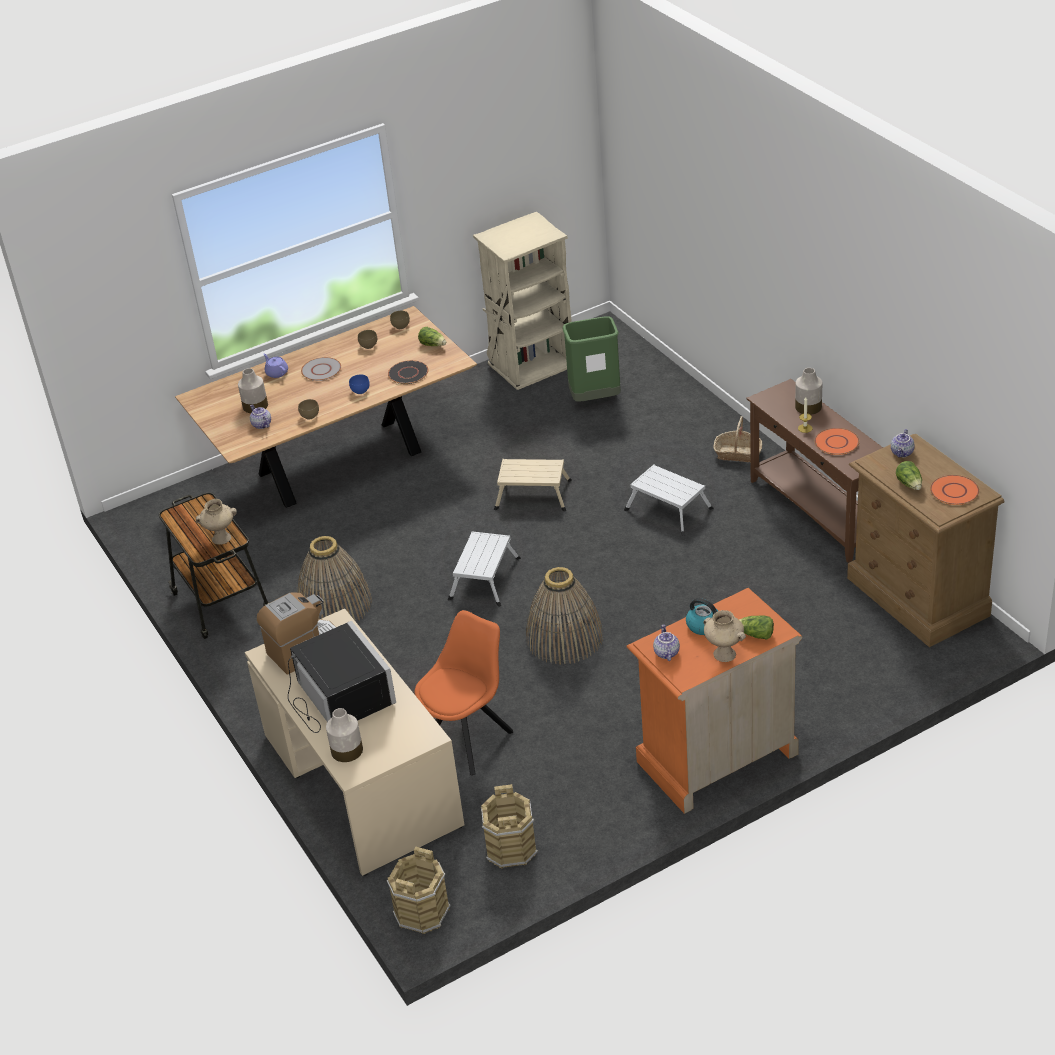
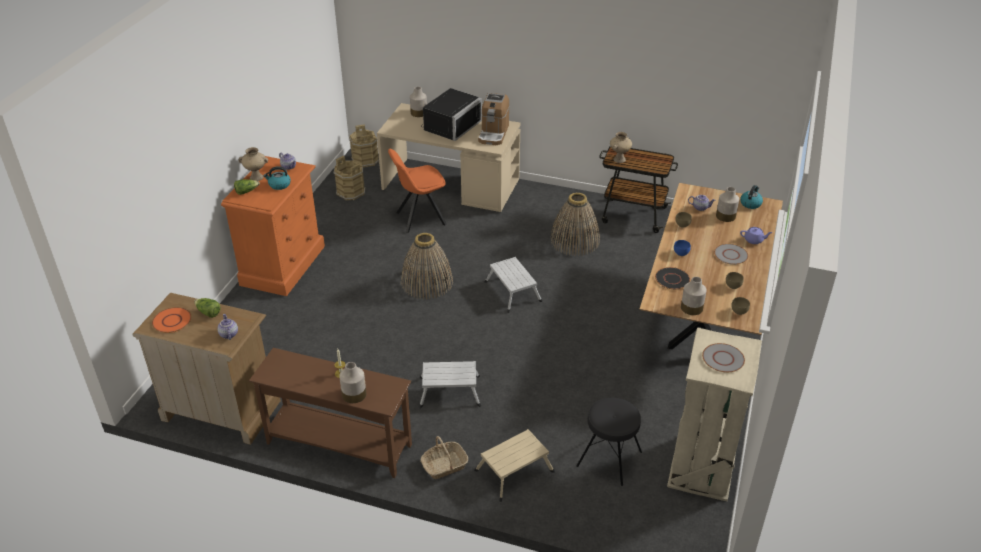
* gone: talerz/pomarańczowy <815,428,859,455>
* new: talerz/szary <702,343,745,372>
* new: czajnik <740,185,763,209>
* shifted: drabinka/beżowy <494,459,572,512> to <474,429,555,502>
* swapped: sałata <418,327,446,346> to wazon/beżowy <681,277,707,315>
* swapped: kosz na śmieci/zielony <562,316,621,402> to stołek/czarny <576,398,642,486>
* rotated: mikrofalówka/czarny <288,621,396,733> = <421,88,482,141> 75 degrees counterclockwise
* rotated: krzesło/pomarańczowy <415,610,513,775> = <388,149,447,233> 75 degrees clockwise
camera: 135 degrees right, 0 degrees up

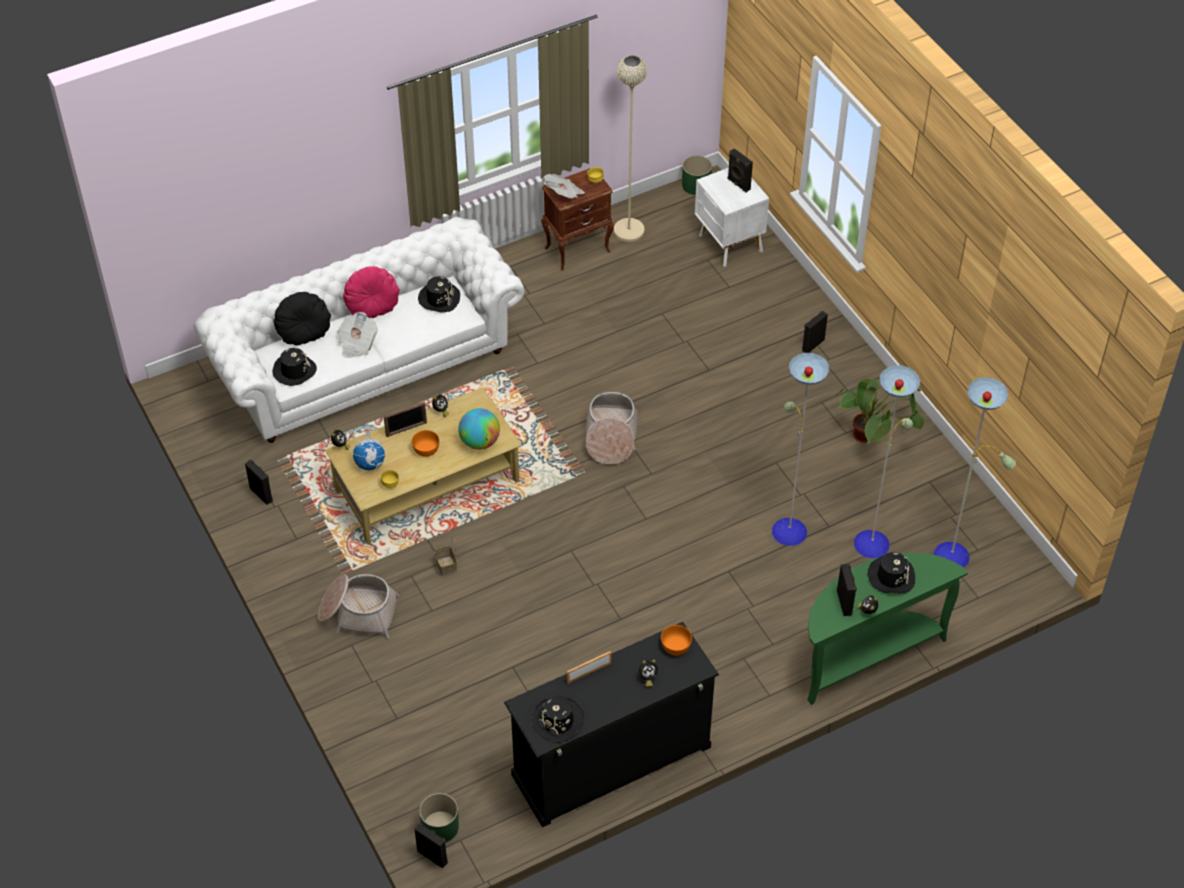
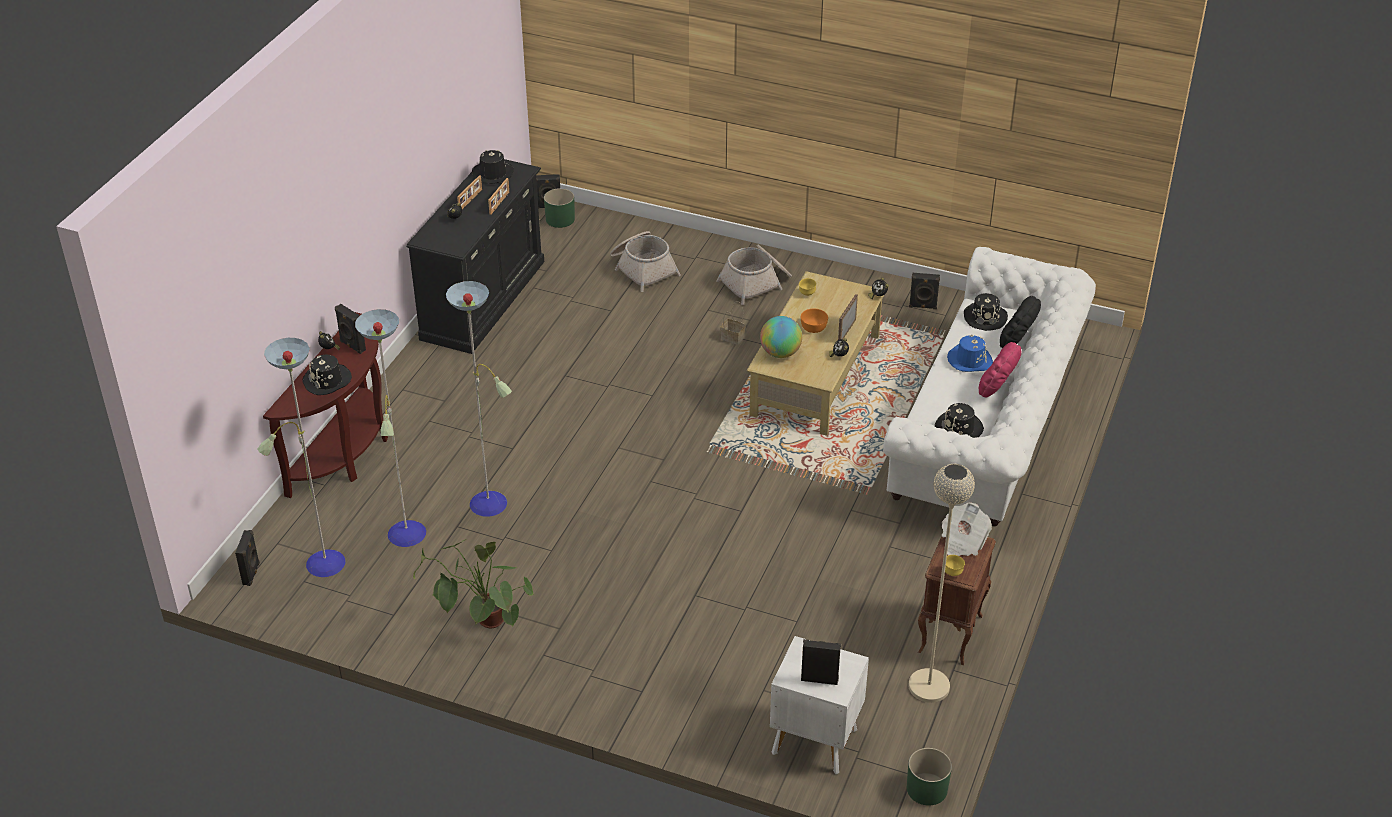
* gone: globus <351,429,387,470>
* gone: miska/pomarańczowy <661,625,692,655>
* new: ramka na zdjęcie <457,175,482,209>
* shifted: koszyk <585,392,638,465> to <610,231,680,292>
* shifted: głośnik/czarny <802,311,828,353> to <235,530,260,586>
* swapped: gazeta <338,312,378,358> to kapelusz/niebieski <947,335,993,372>
* repainted: stolik konsolowy/zielony <807,553,968,705> to stolik konsolowy/brązowy <263,312,388,498>
camera: 140 degrees right, 10 degrees down

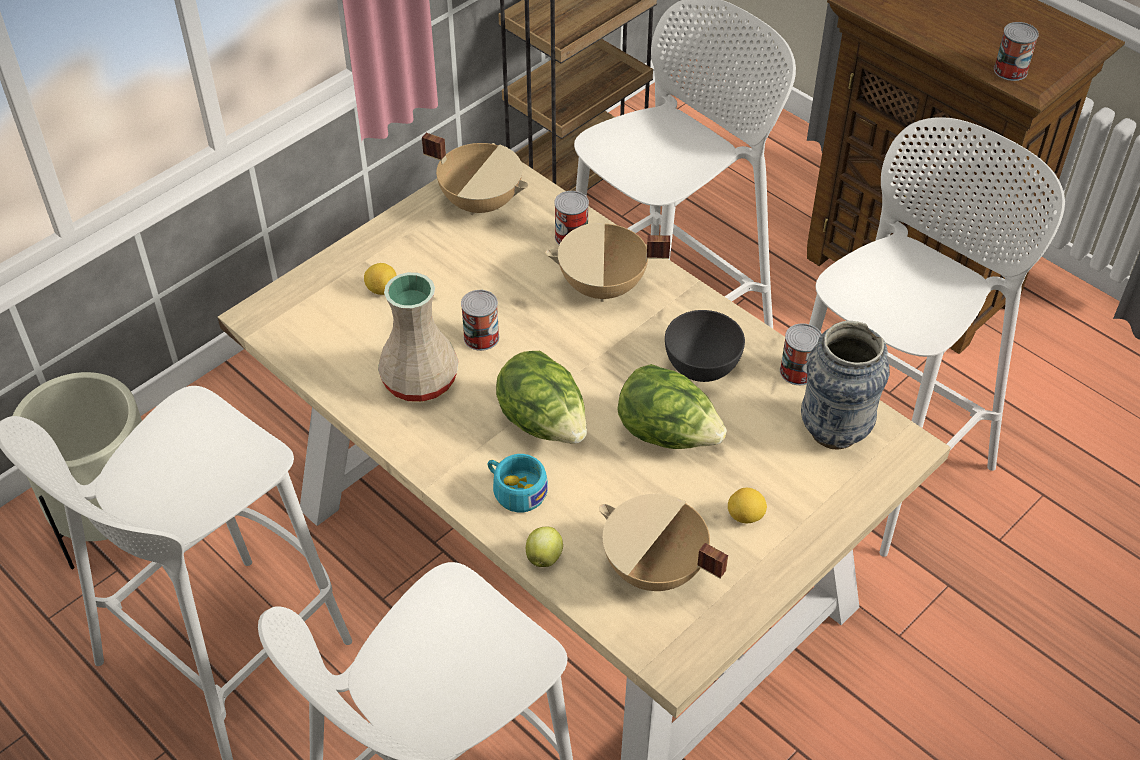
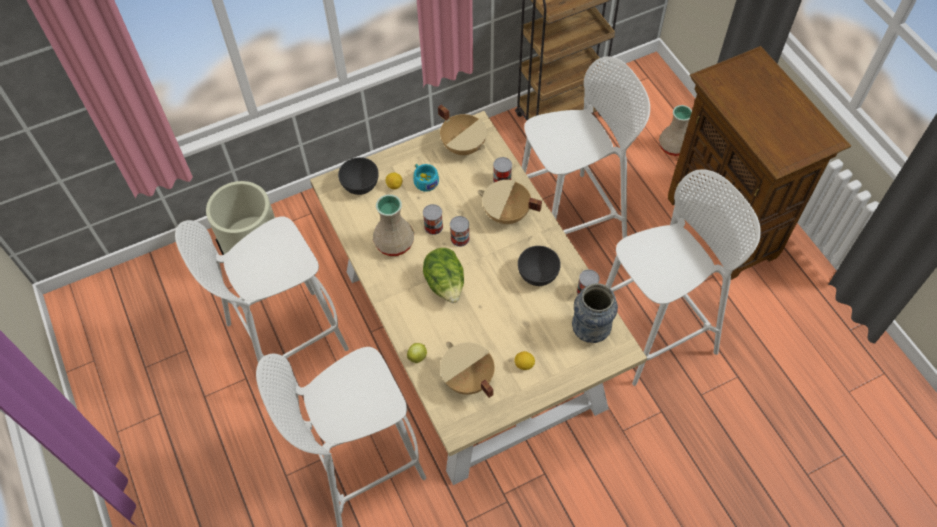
* gone: sałata <618,364,727,449>
* new: miska/szary <338,157,379,195>
* new: wazon/beżowy <659,105,692,156>
* shifted: filiżanka/turkusowy <488,454,548,512> to <413,164,439,192>
* shifted: puszka <994,22,1039,81> to <450,216,470,247>
camera: 20 degrees right, 10 degrees up

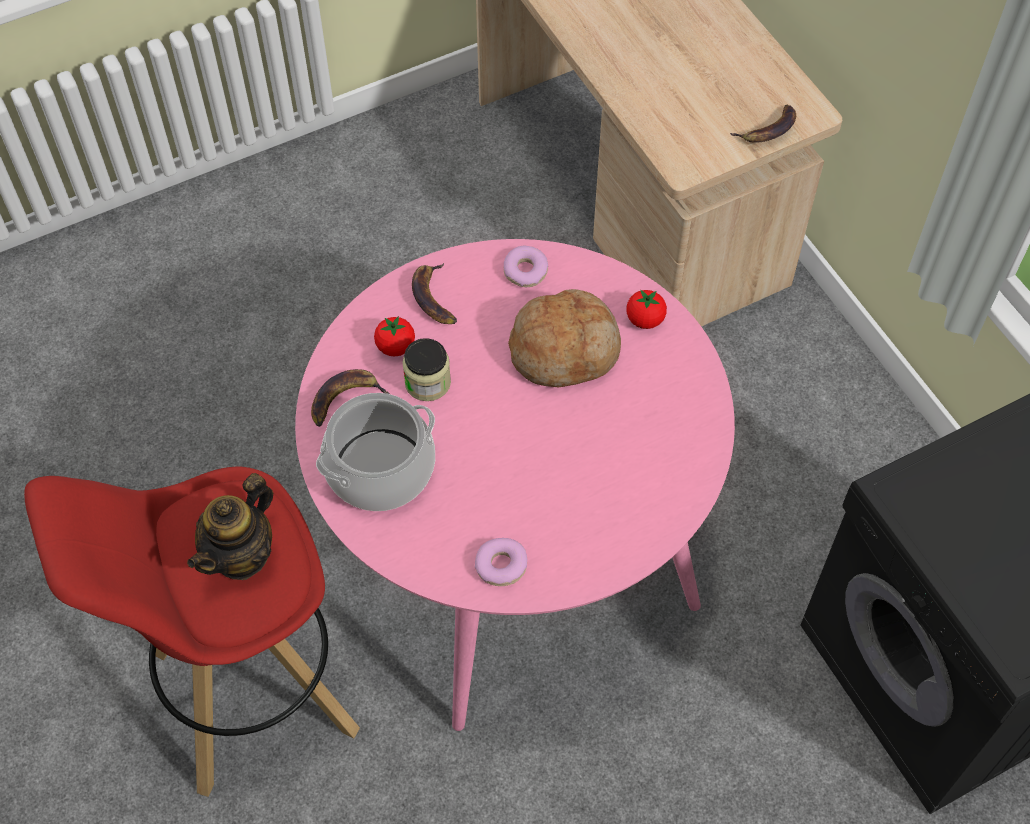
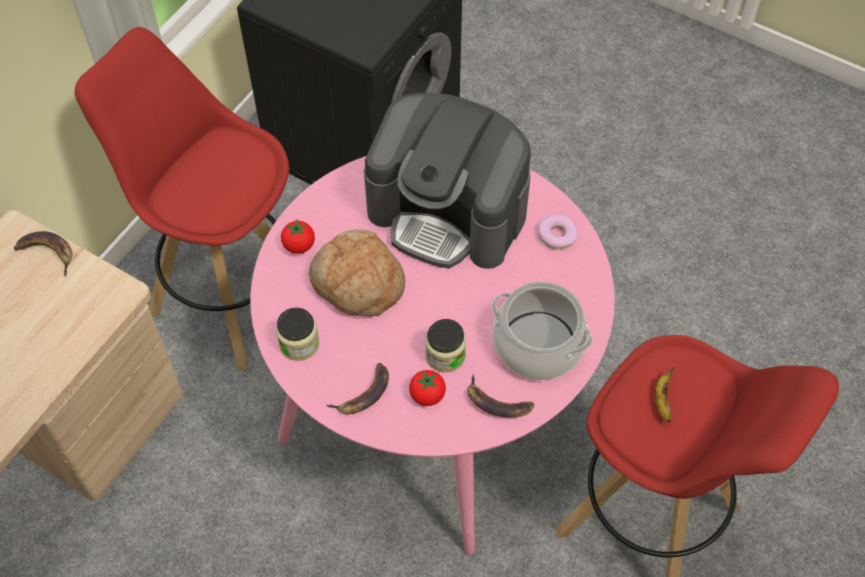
* new: stołek/czerwony <75,27,289,371>
* new: ekspres do kawy <364,93,531,269>
* swapped: imbryk <187,473,273,580> to banan <655,367,675,422>
* swapped: donut <504,246,548,287> to słoik <276,308,319,361>
camera: 120 degrees left, 0 degrees up

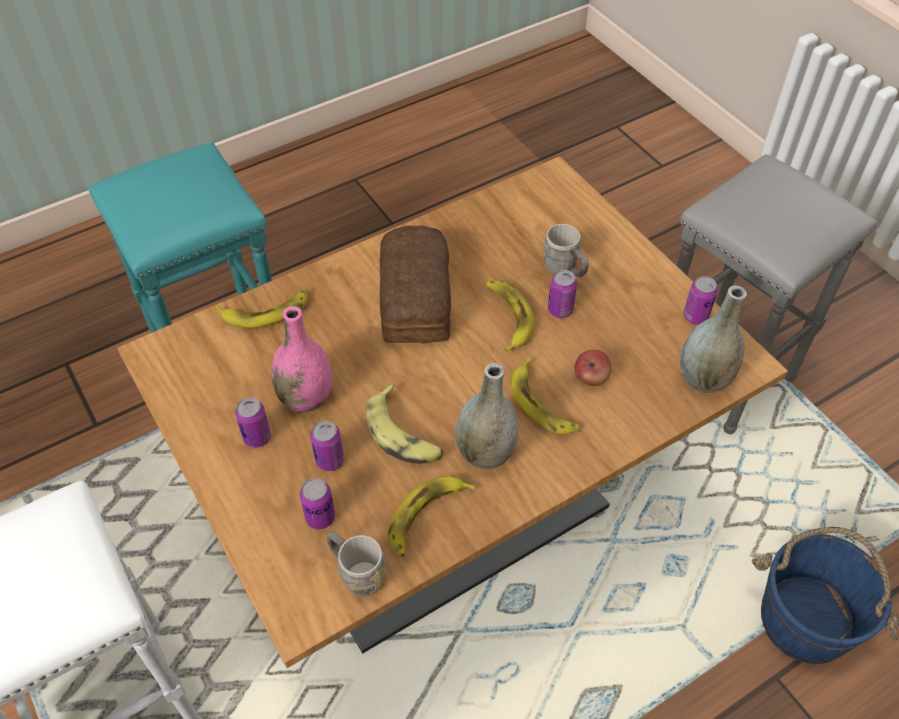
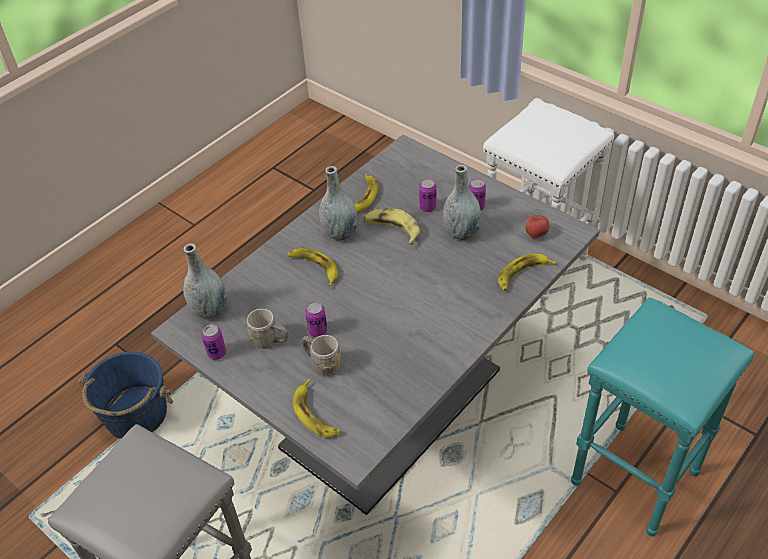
* gone: puszka <300,478,335,529>
* gone: chleb <380,226,451,343>
* shifted: kubek/szary <326,531,386,596> to <246,309,288,349>
* shifted: banan <486,281,534,352> to <293,379,341,437>
* shifted: jabłko <575,350,612,386> to <525,215,549,238>
* repainted: stół jadalny/brązowy <117,156,788,668> to stół jadalny/szary <151,135,600,515>
* repainted: wazon/różowy <271,306,332,412> to wazon/szary <443,165,481,240>
camera: 165 degrees right, 5 degrees down

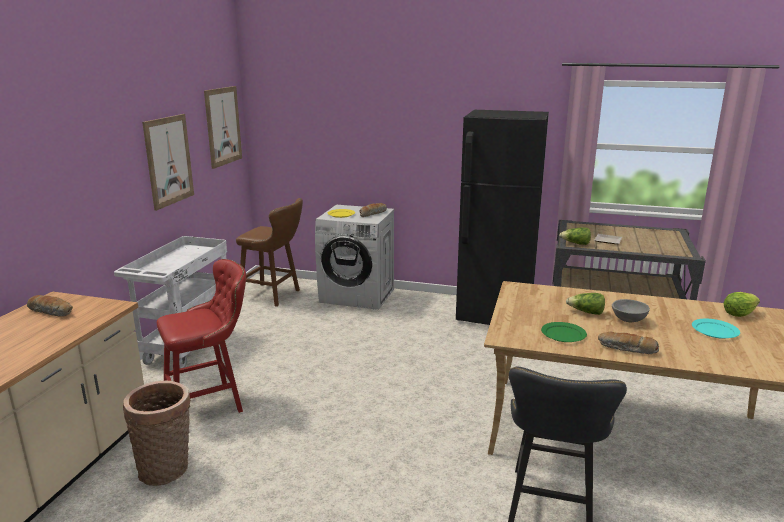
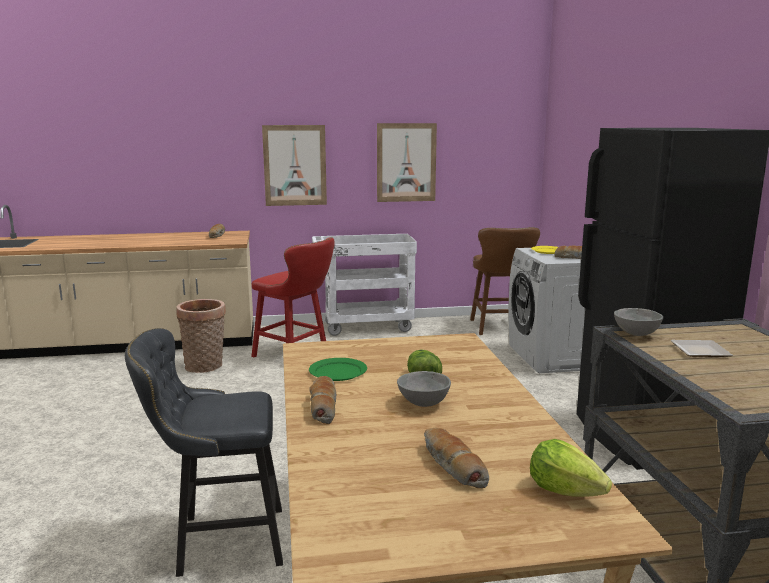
* shifted: obraz <204,86,242,169> to <262,125,327,206>
* swapped: sałata <559,228,591,245> to miska/szary <614,308,663,336>
* swapped: talerz/turkusowy <692,319,740,339> to chleb <424,428,489,488>
camera: 65 degrees right, 5 degrees down

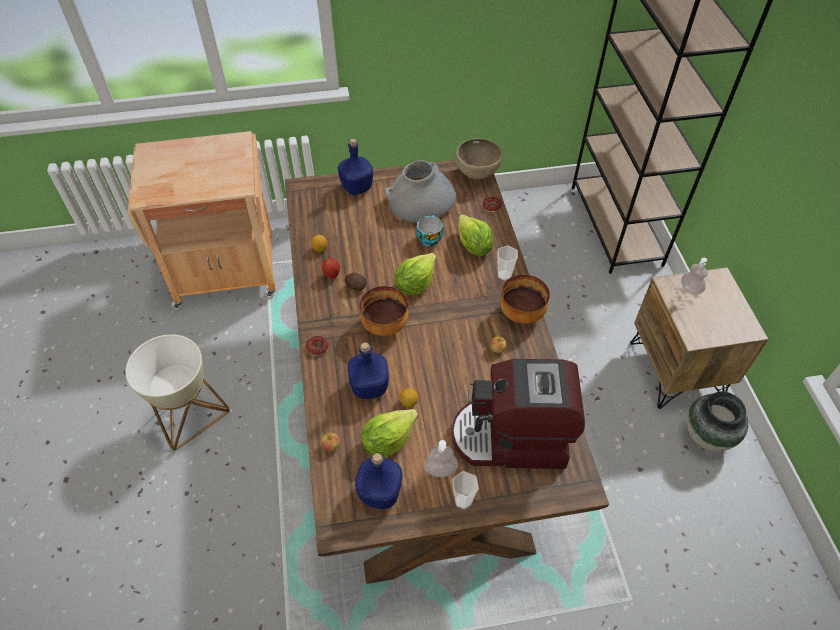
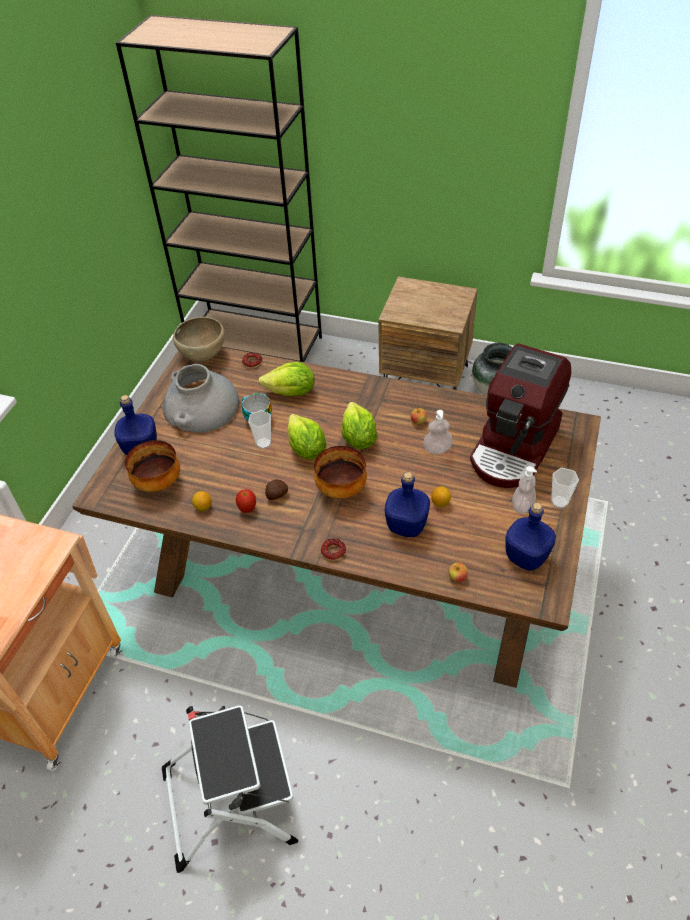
* shifted: sałata <361,409,418,457> to <341,402,377,449>
* shifted: filiżanka <497,245,518,281> to <248,410,271,449>
* shifted: miska <500,275,550,323> to <125,440,180,492>
* shifted: dozownik mydła <681,258,708,295> to <423,410,453,454>
* swapped: donica <125,334,230,451> to drabinka <162,705,298,873>
camera: 60 degrees left, 5 degrees down

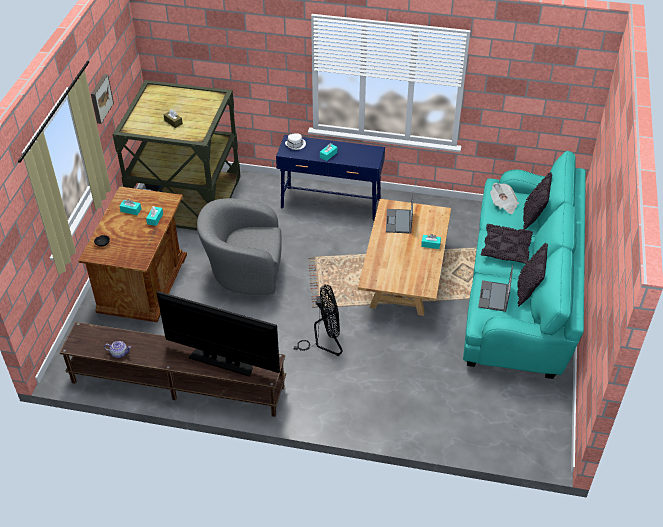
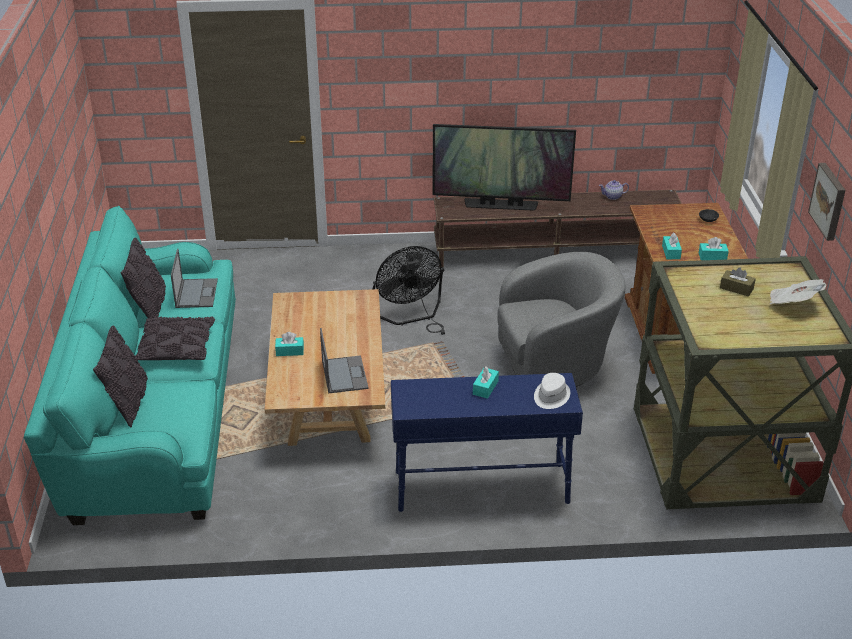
* shifted: gazeta <490,183,519,214> to <769,279,826,304>
* rotated: wentylator/czarny <293,284,343,356> = <372,246,445,335> 90 degrees clockwise
camera: 165 degrees right, 10 degrees down

